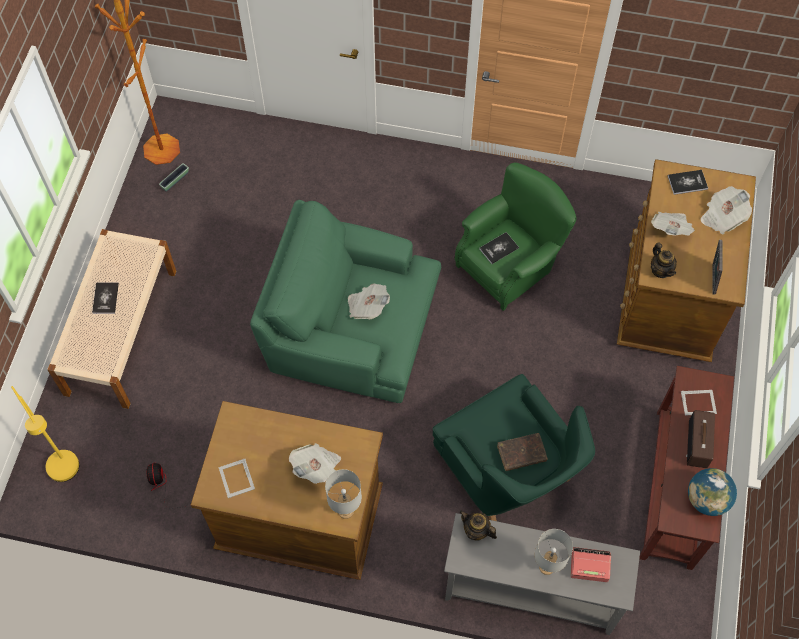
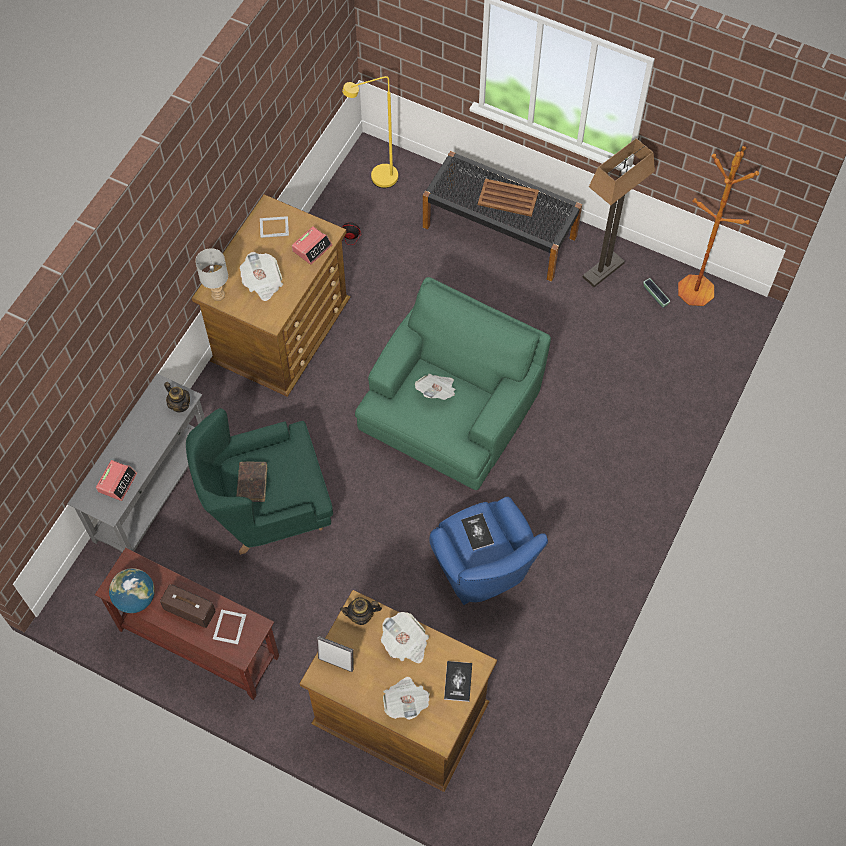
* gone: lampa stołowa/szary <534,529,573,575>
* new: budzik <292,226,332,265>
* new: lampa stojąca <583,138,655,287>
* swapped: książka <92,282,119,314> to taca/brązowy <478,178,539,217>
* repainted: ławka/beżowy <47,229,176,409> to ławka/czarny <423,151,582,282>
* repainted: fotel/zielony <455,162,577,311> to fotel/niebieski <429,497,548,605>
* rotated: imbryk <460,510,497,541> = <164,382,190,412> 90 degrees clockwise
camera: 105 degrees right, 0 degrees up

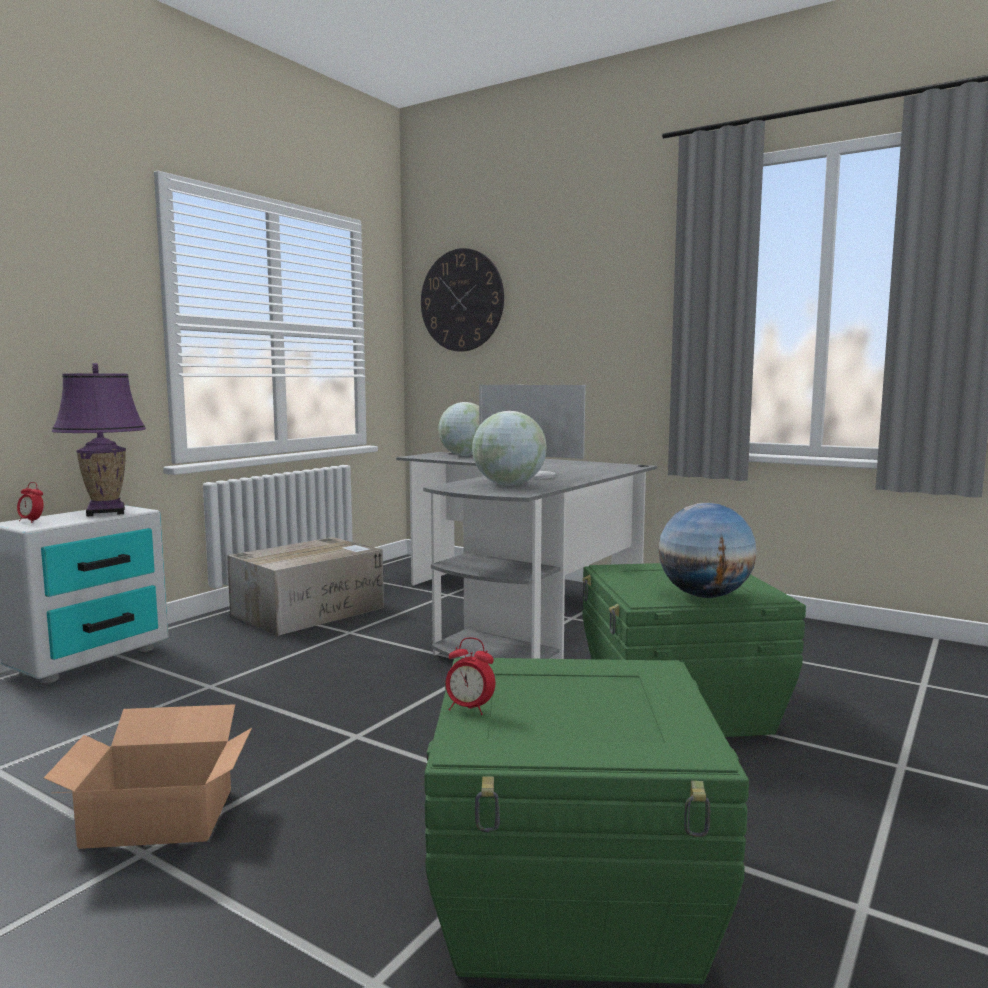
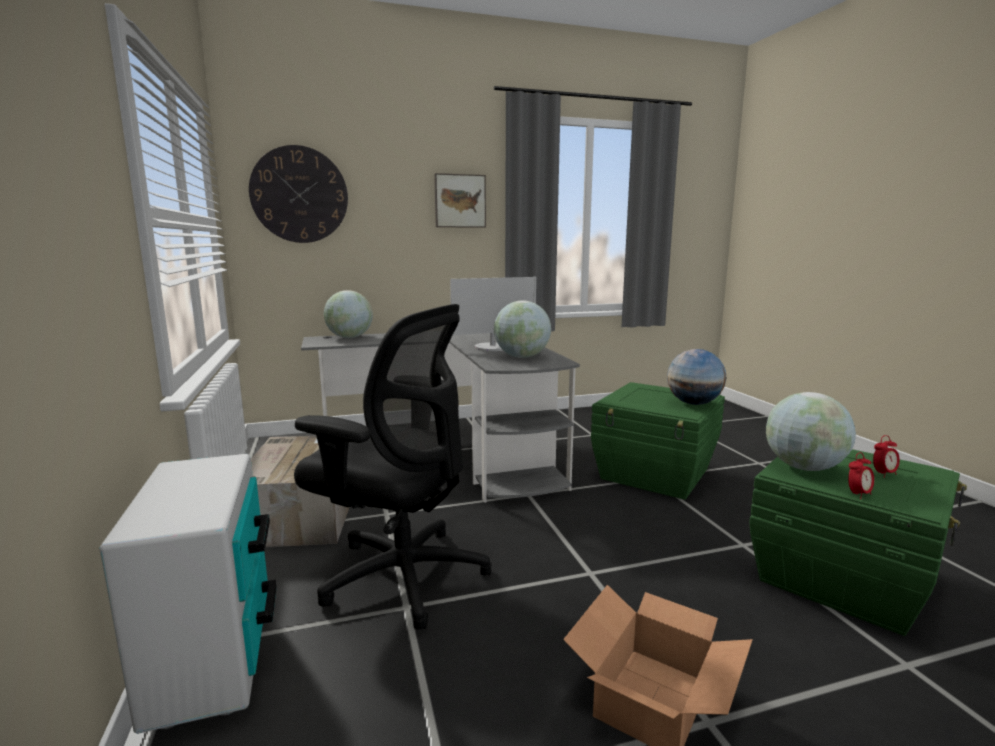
* gone: lampa stołowa/fioletowy <52,363,146,516>
* new: krzesło biurowe/czarny <294,304,492,630>
* new: obraz <434,173,486,228>
* new: globus <766,392,856,471>
* shifted: budzik <17,482,43,523> to <873,435,900,478>
camera: 50 degrees left, 5 degrees up

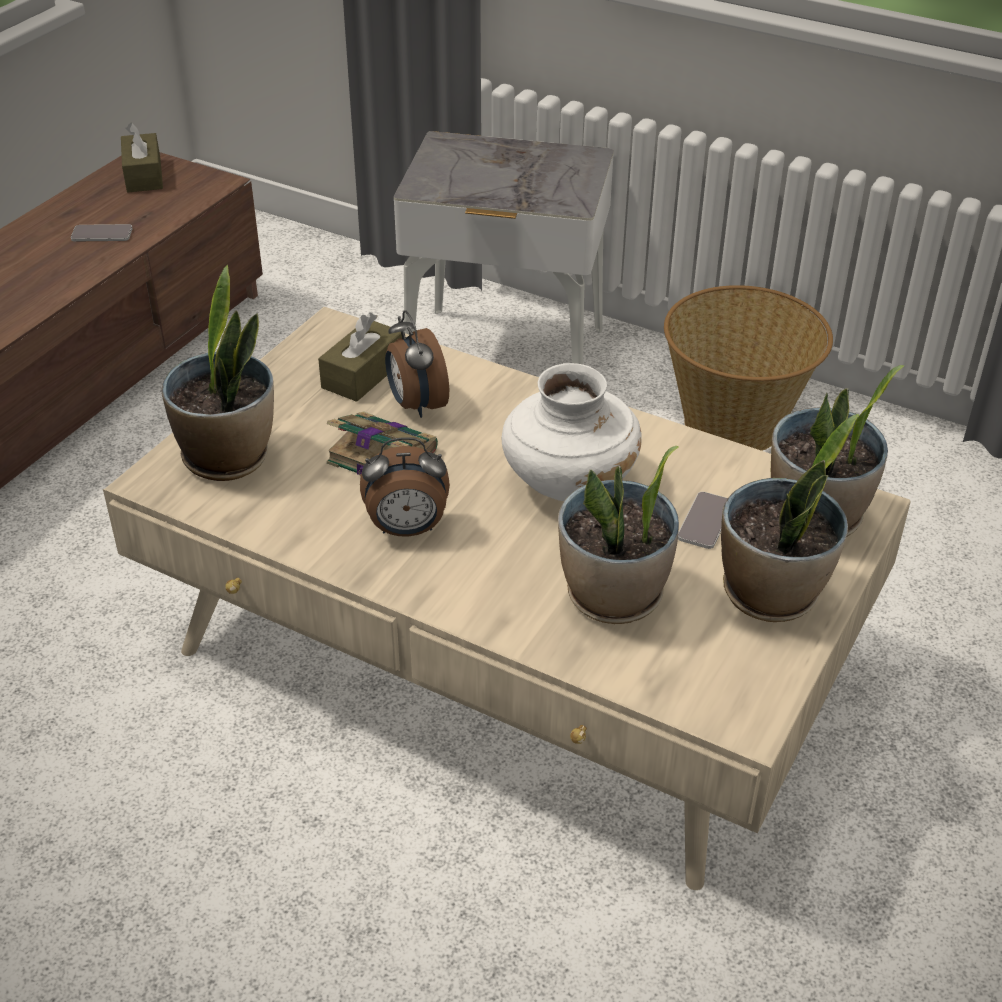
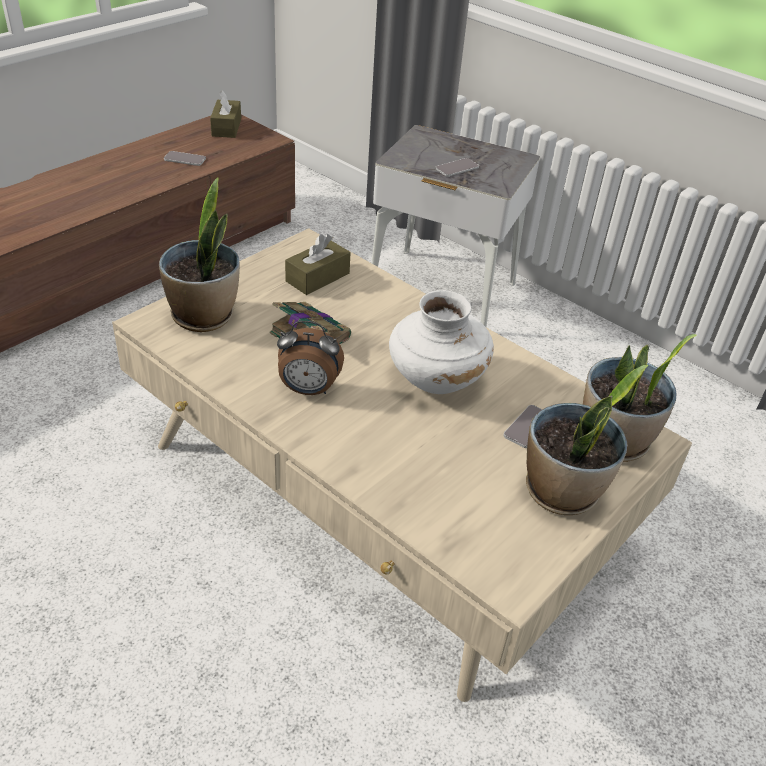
* gone: budzik <385,310,449,418>
* gone: roślina doniczkowa <558,446,679,624>
* gone: koszyk <664,285,833,451>
* new: telefon <435,158,479,177>
camera: 10 degrees right, 0 degrees up

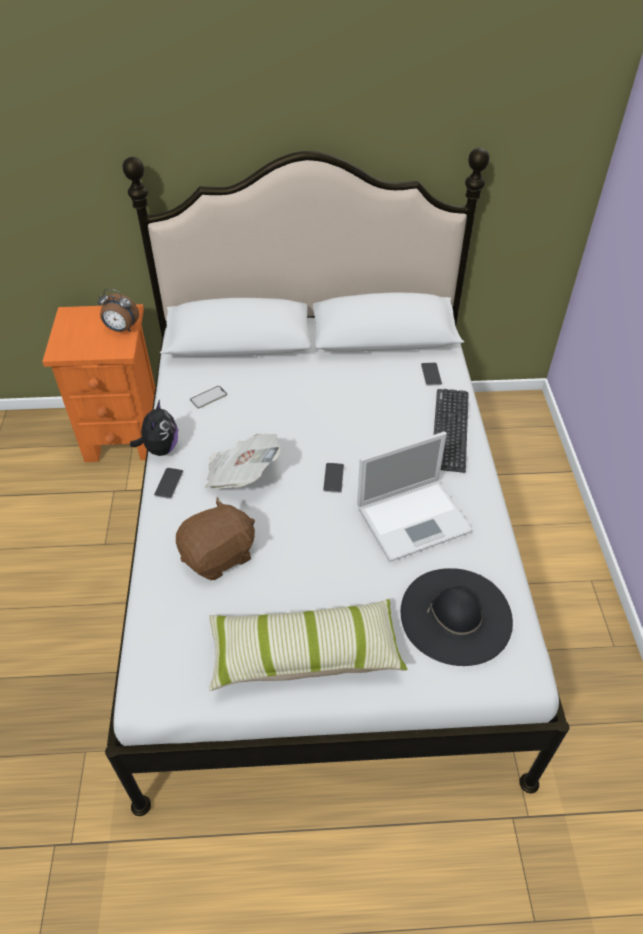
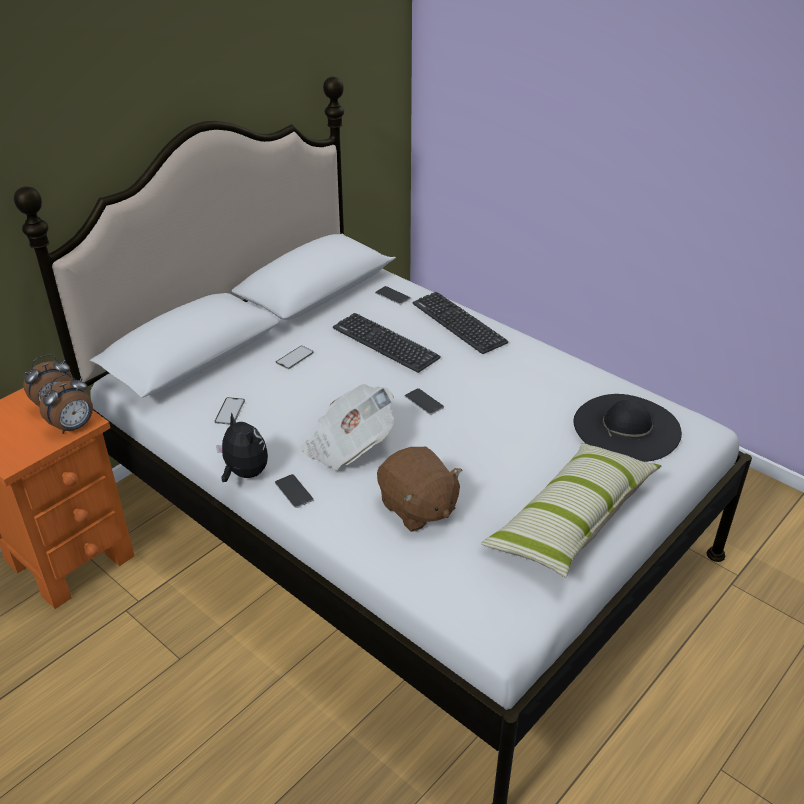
* gone: laptop <357,432,473,562>
* new: budzik <39,374,93,434>
* new: telefon <276,346,314,369>
* new: klawiatura <333,313,441,373>
* rotated: pluszak/brązowy <176,497,255,580> = <377,446,462,532> 135 degrees clockwise
camera: 45 degrees left, 10 degrees down

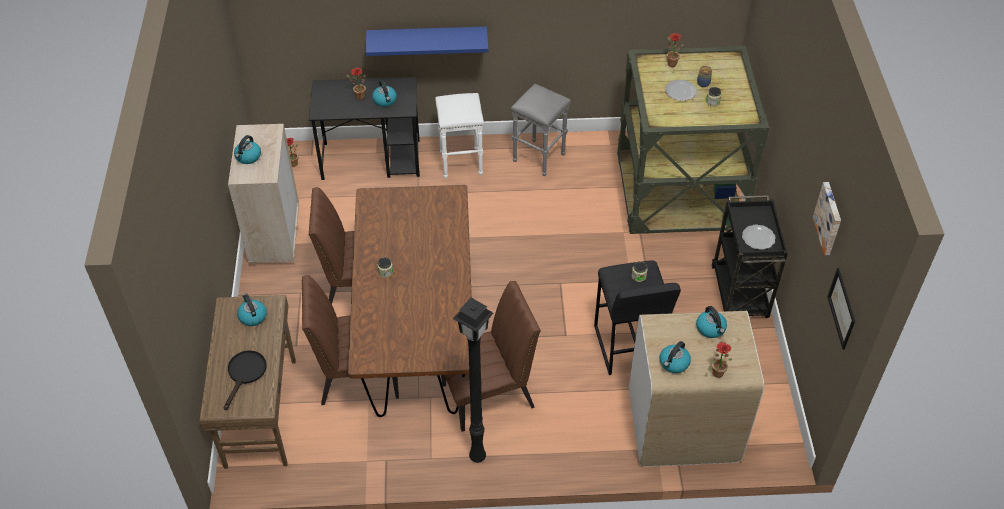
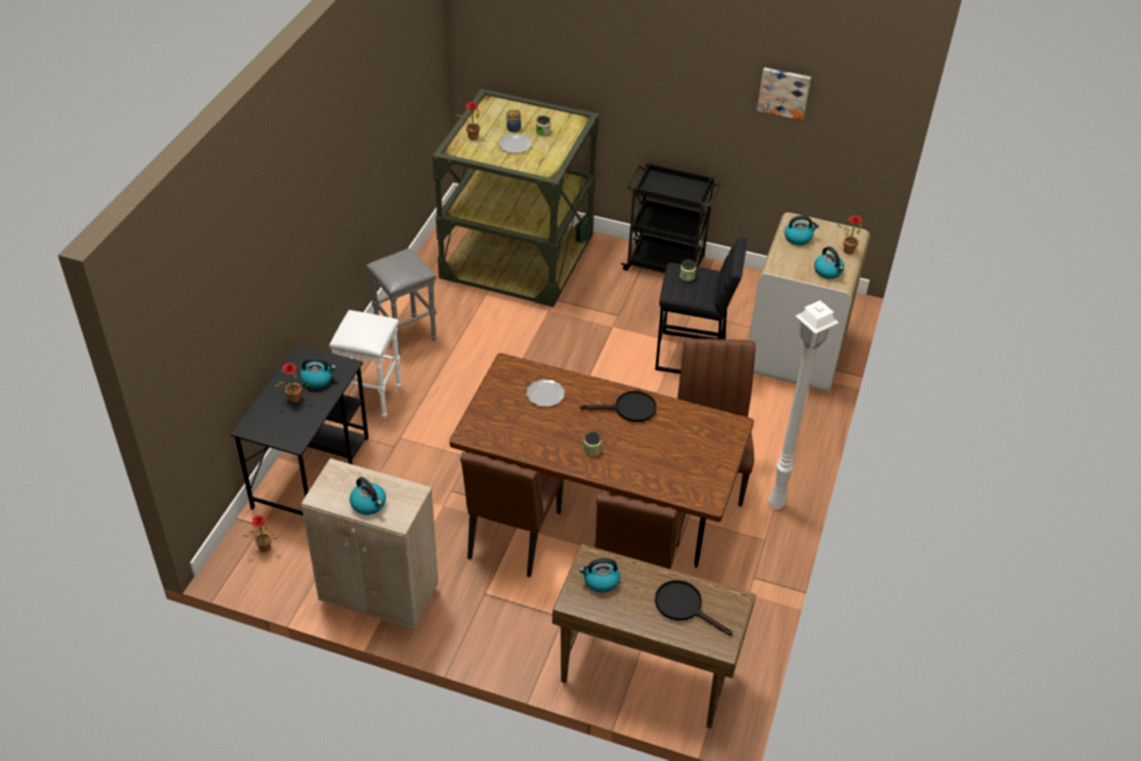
* gone: półka/niebieski <365,27,489,56>
* gone: obraz <827,268,855,350>
* new: patelnia/czarny <580,391,656,422>
* shifted: talerz <742,224,776,250> to <526,379,565,407>
* repainted: lampa stojąca/czarny <453,298,494,463> to lampa stojąca/biały <768,300,839,509>
camera: 70 degrees left, 5 degrees down

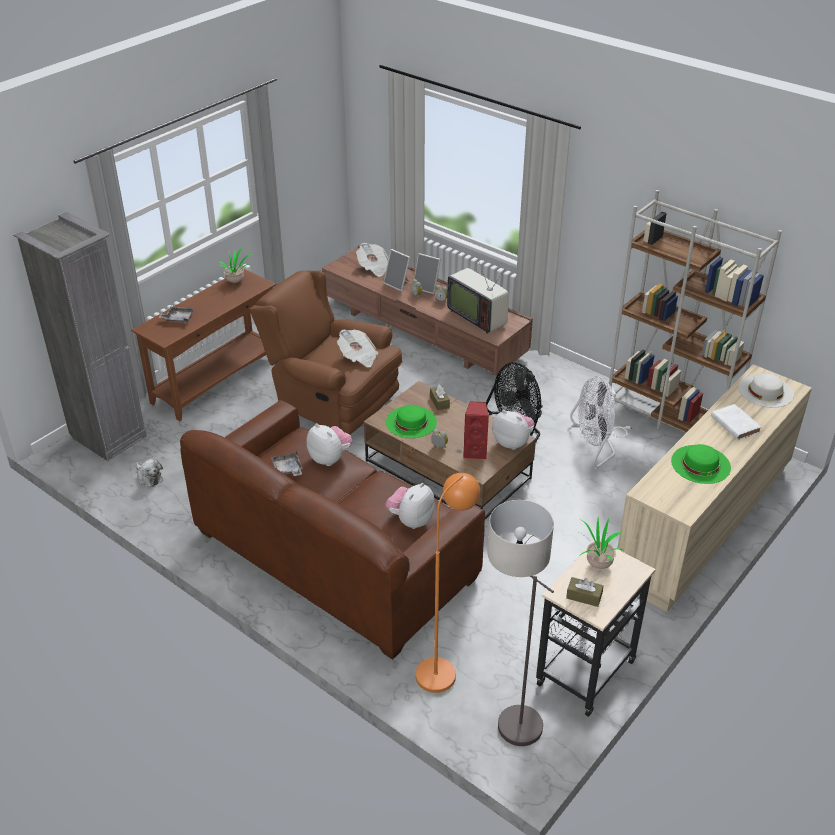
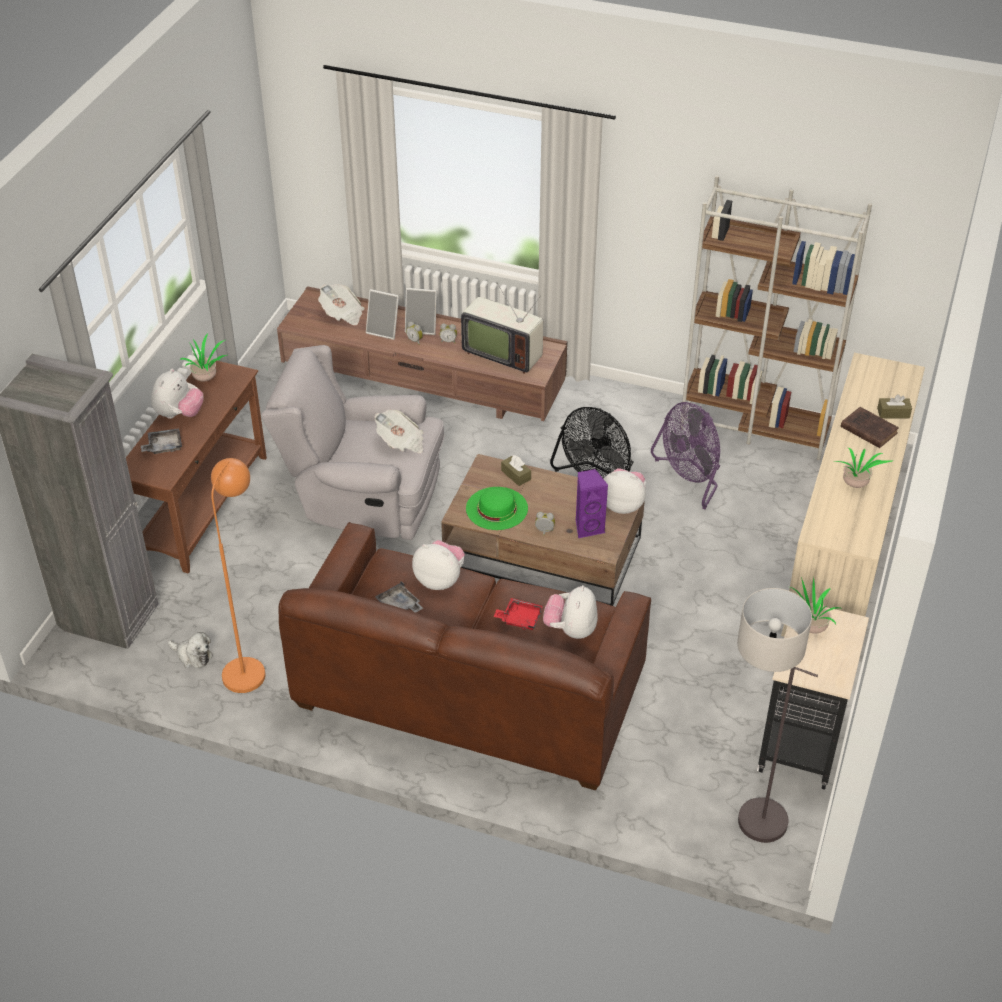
* gone: kapelusz/biały <738,373,794,408>
* new: pluszak <151,369,203,419>
* new: taca/czerwony <493,598,543,630>
* shifted: lampa stojąca/pomarańczowy <415,473,480,693> to <211,458,265,693>
* shifted: pudełko chusteczek/brązowy <566,577,603,607> to <877,394,912,418>
* swapped: kapelusz/zielony <671,444,731,484> to roślina doniczkowa <835,448,892,488>
* repainted: fotel/brązowy <250,270,402,435> to fotel/szary <261,345,445,540>
* repainted: głośnik/czerwony <463,401,489,459> to głośnik/fioletowy <576,469,608,538>
* repainted: wentylator/biały <570,376,631,470> to wentylator/fioletowy <651,402,720,510>
* repainted: książka/biały <711,404,762,440> to książka/brązowy <841,407,899,448>
camera: 20 degrees left, 5 degrees up

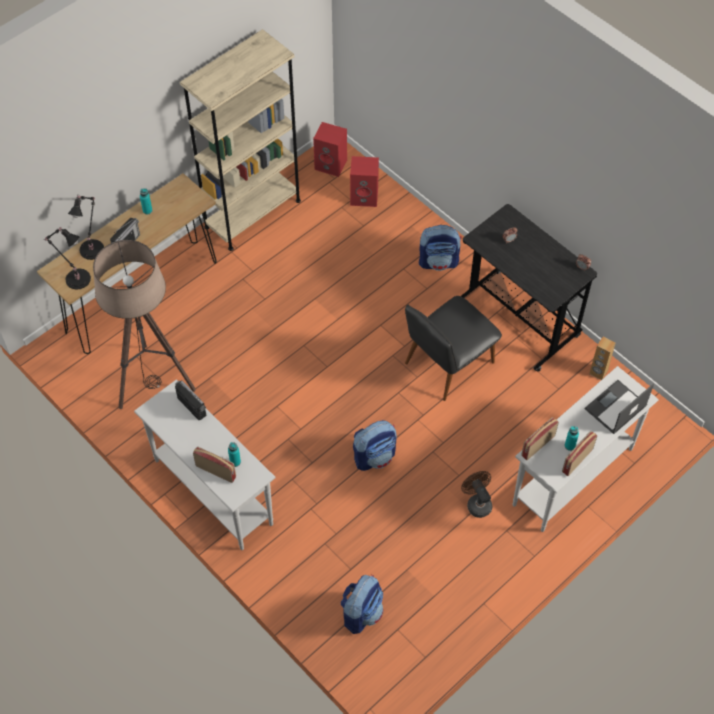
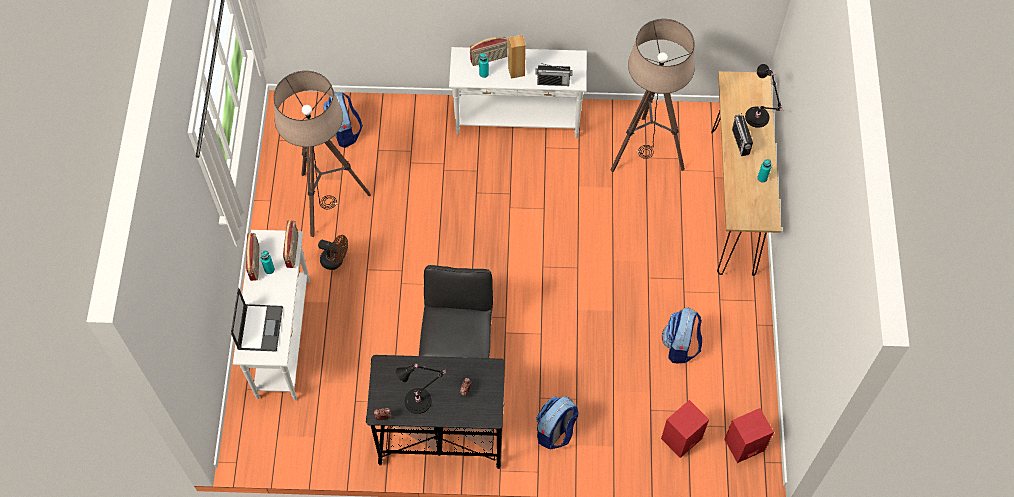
* gone: regał/beżowy <180,29,301,251>
* new: lampa stojąca <274,71,371,237>
* shifted: lampa stołowa/czarny <44,227,91,289> to <396,363,446,414>
* shifted: plecak <353,420,396,471> to <662,307,702,363>
* shifted: głośnik/brązowy <589,337,616,380> to <508,35,526,79>
camera: 135 degrees right, 5 degrees up

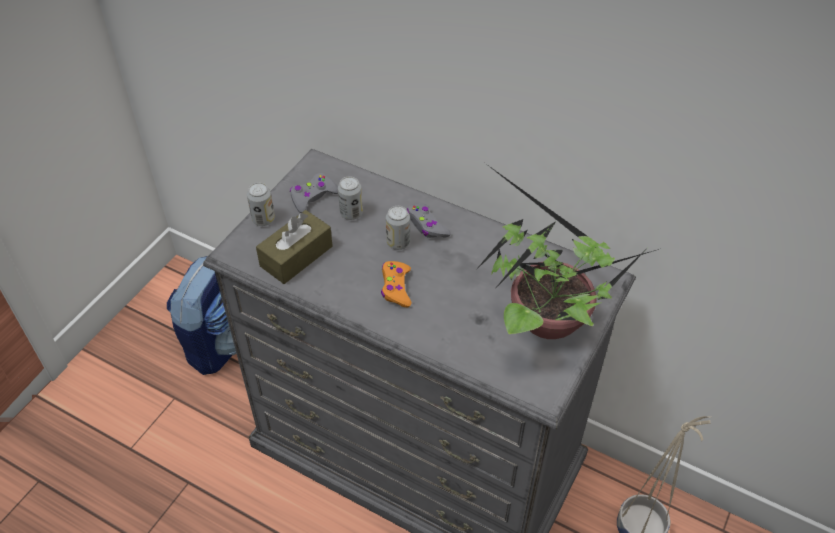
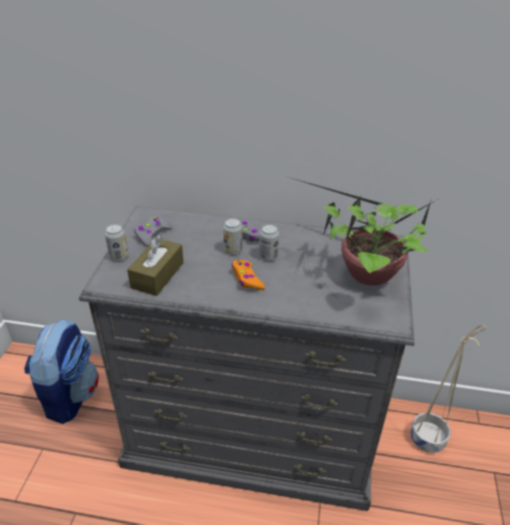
* shifted: puszka <338,176,363,220> to <259,224,279,261>
camera: 20 degrees left, 10 degrees down

